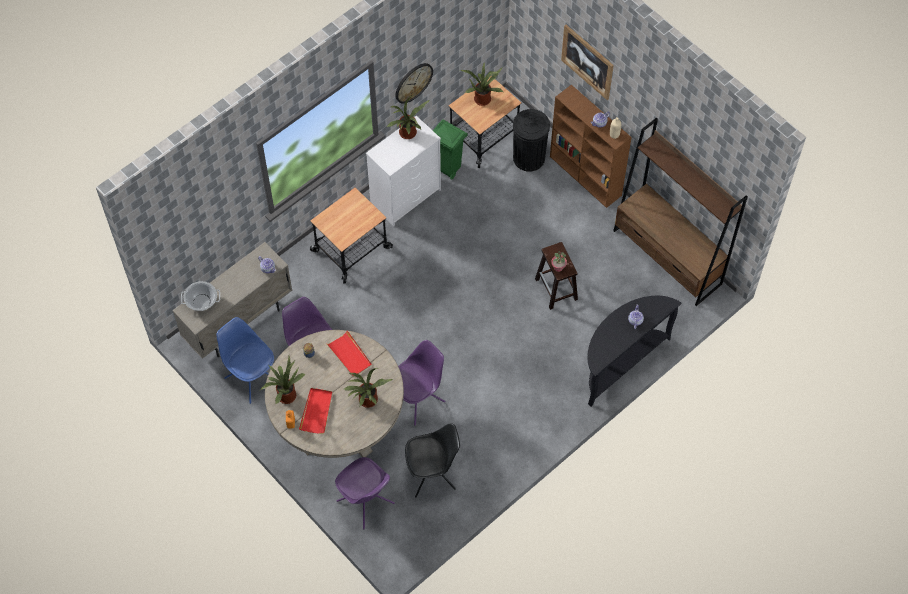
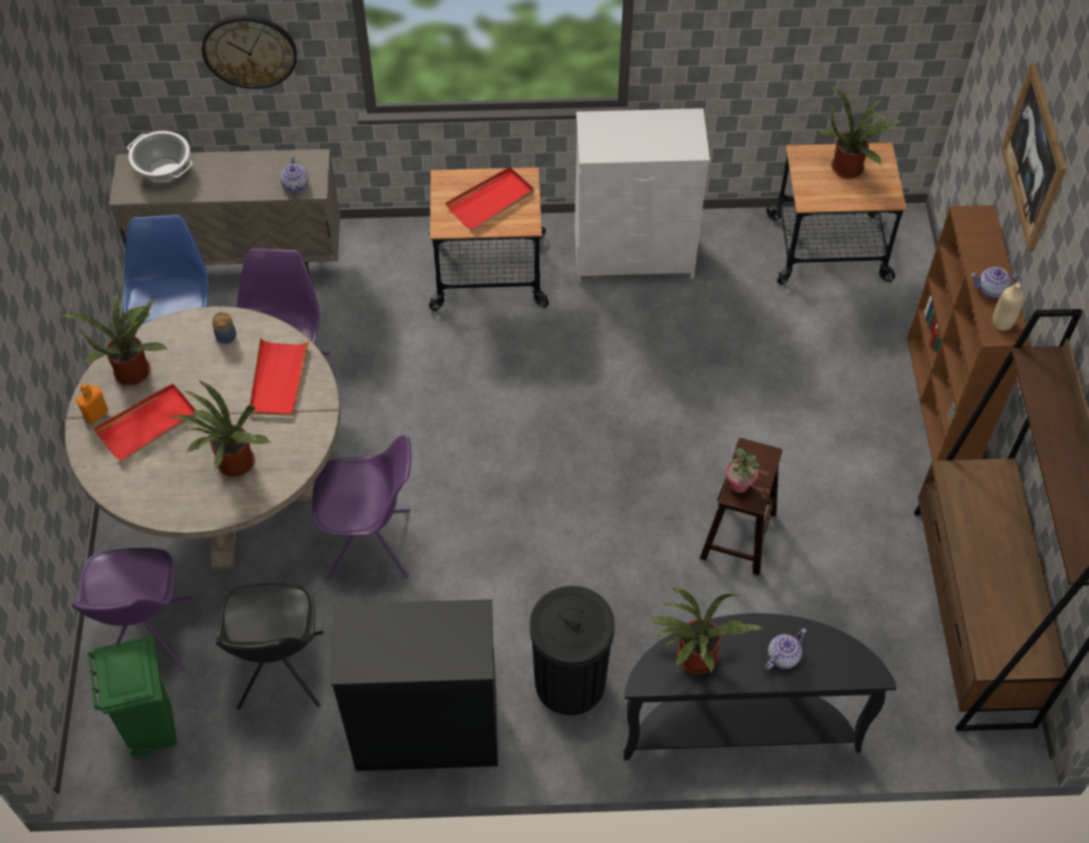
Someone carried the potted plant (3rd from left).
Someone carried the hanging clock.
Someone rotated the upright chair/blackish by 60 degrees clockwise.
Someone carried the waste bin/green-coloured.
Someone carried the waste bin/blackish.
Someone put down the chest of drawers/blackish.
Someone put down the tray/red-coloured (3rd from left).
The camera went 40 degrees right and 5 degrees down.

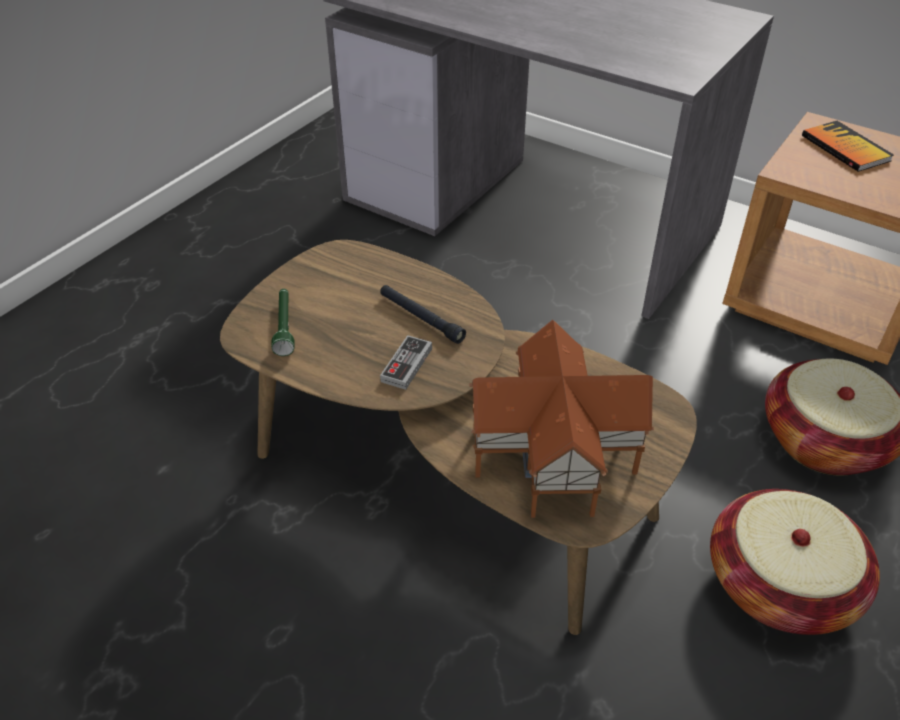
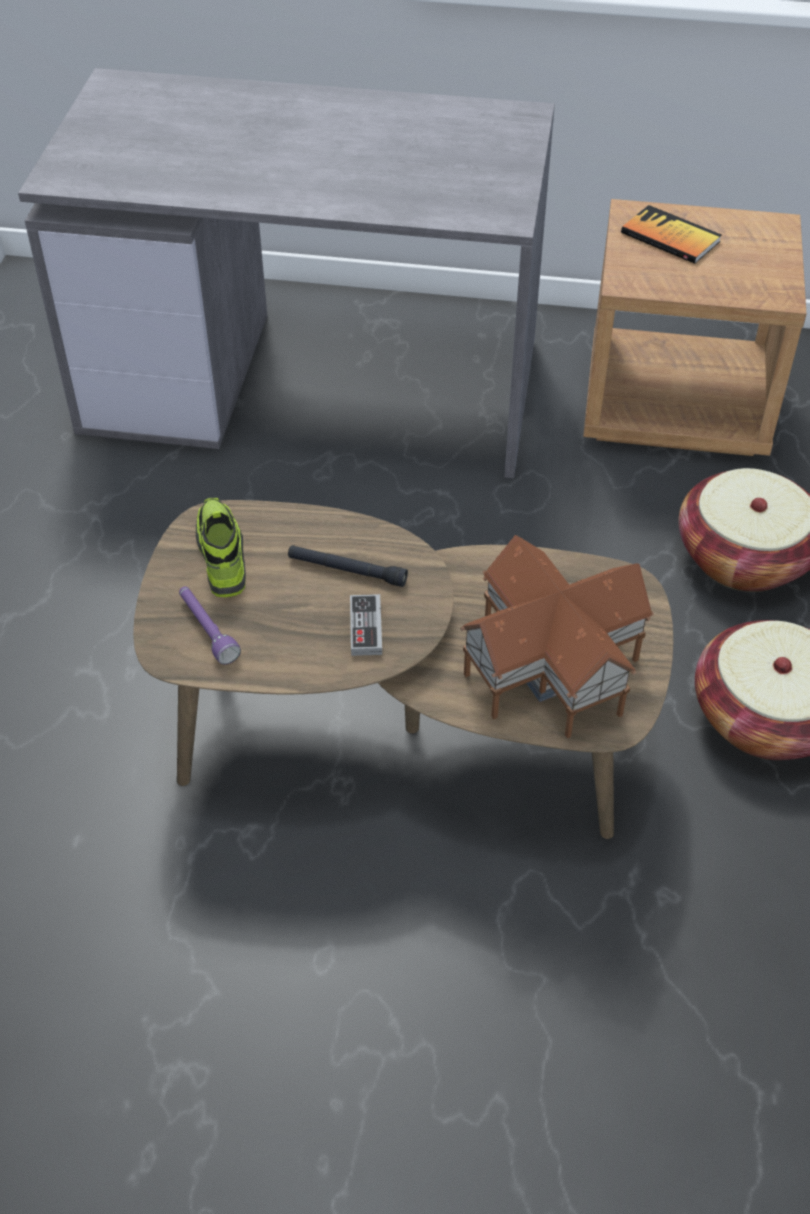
Someone repainted the flashlight/green-coloured, which became the flashlight/purplish.
Someone put down the item of footwear.
The camera went 25 degrees left and 5 degrees up.

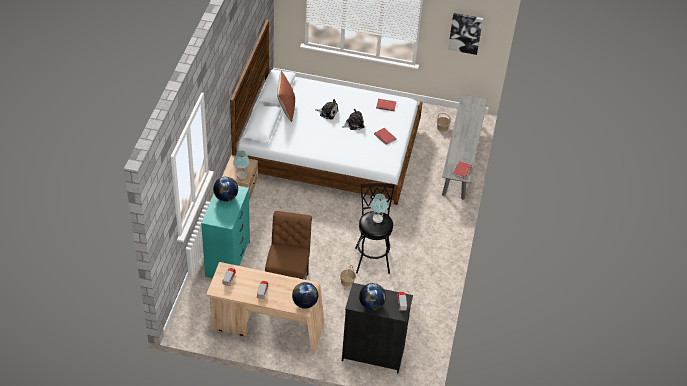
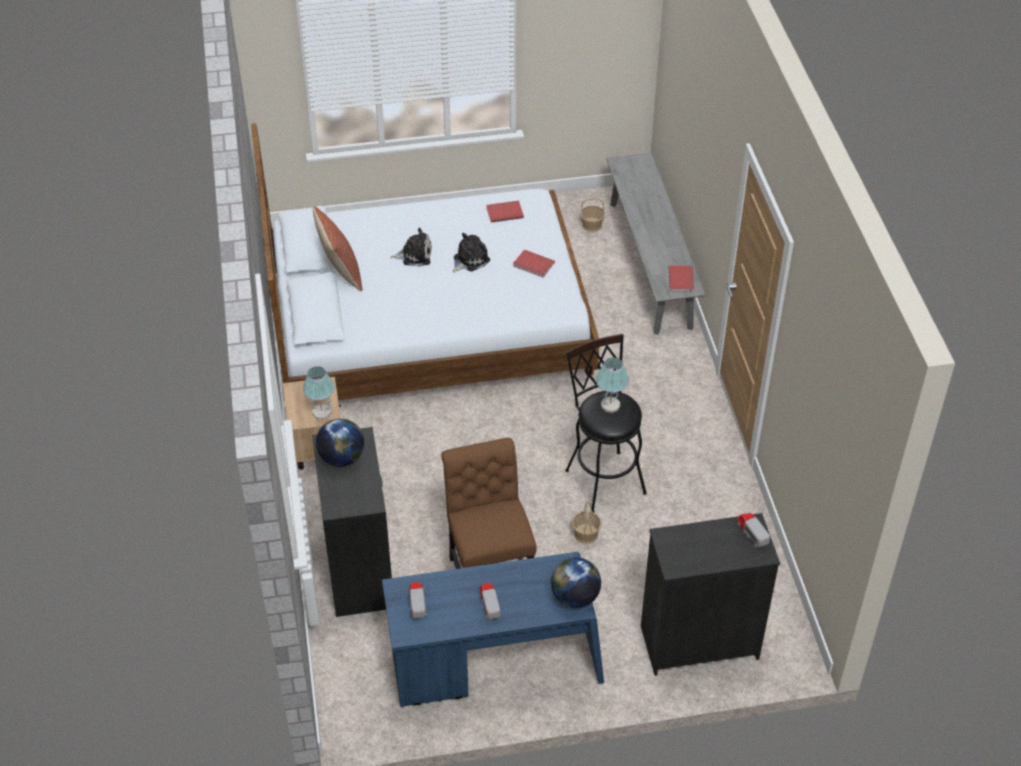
Someone repainted the chest of drawers/blue-green, which became the chest of drawers/blackish (1st from left).
Someone repainted the desk unit/beige-coloured, which became the desk unit/blue-coloured.
Someone took away the world globe (3rd from left).
Someone took away the picture.
The camera went 20 degrees left and 0 degrees up.

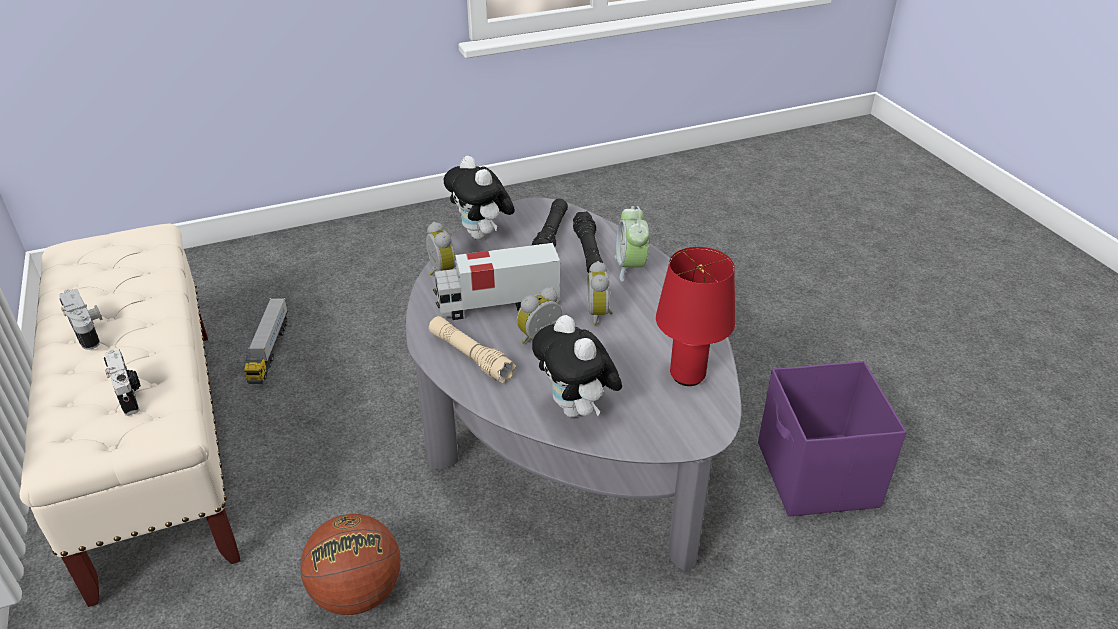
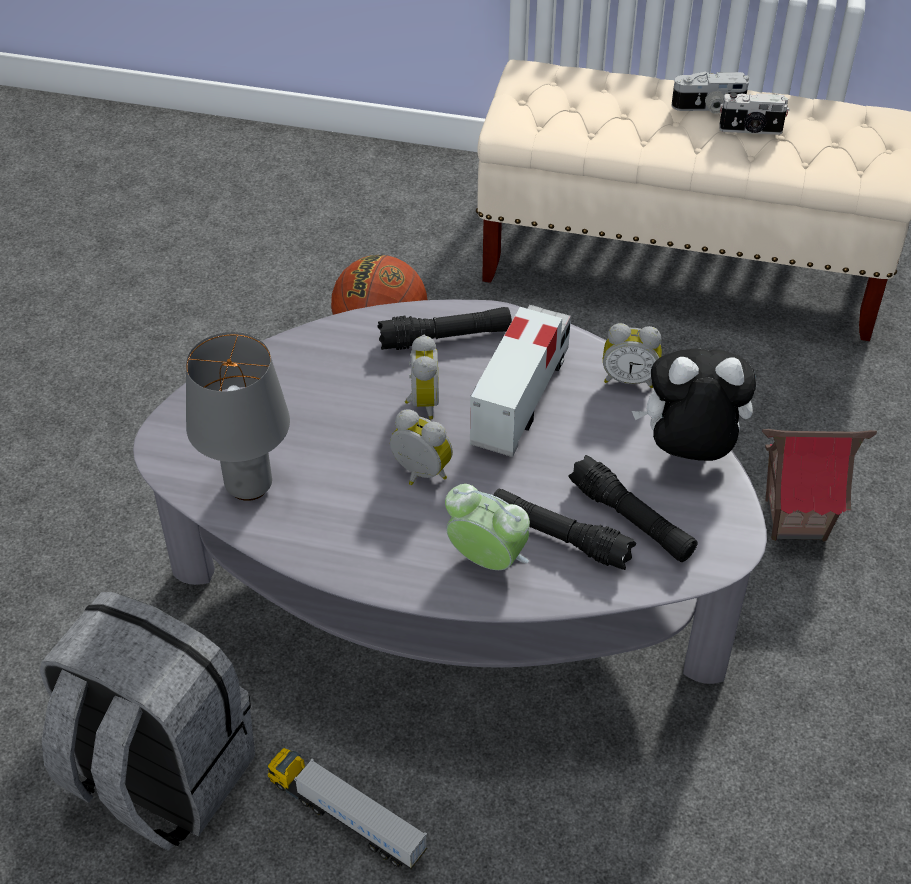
Someone carried the photo camera (2nd from left).
Someone carried the toy truck (1st from left).
Someone repainted the flashlight/beige-coloured, which became the flashlight/blackish (1st from left).
Someone took away the plush toy (2nd from left).
Someone repainted the tabletop lamp/red-coloured, which became the tabletop lamp/gray.
Someone swapped the storage container/purplish for the knapsack/gray.
Someone put down the miniature house.
The camera went 125 degrees right and 10 degrees up.

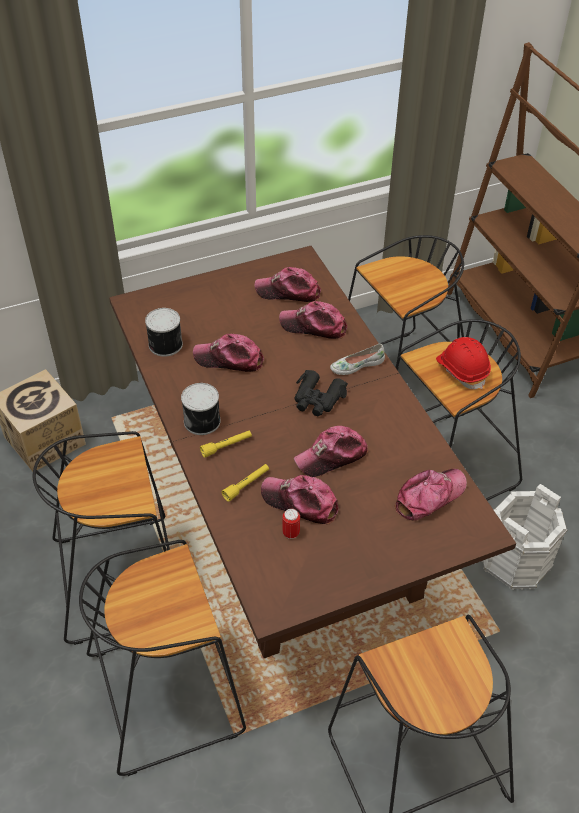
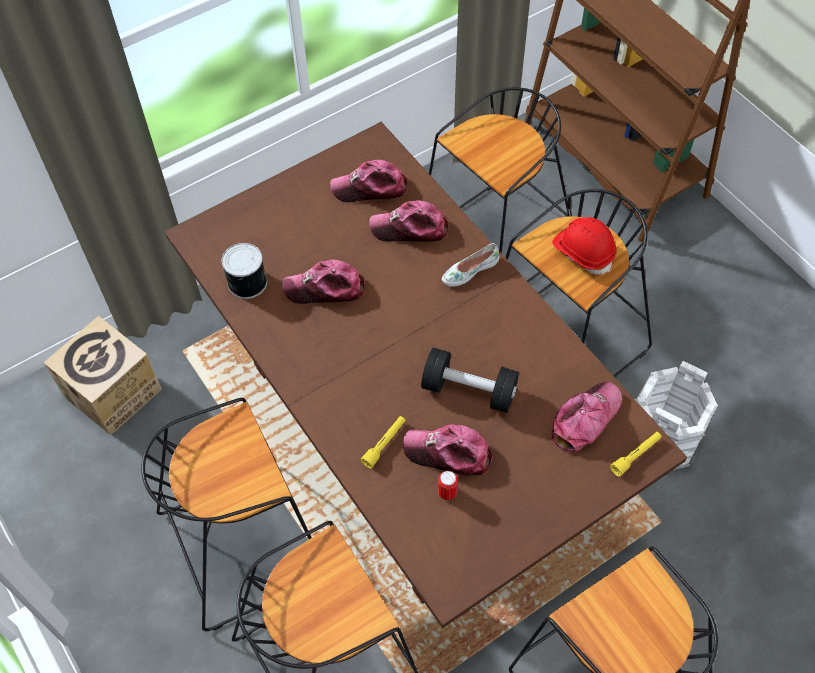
Someone took away the sealed can (2nd from left).
Someone carried the flashlight/yellowish (1st from left in the first image).
Someone took away the field glasses/blackish.
Someone swapped the baseball cap (5th from left) for the hand weight/blackish.
The camera went 10 degrees left and 10 degrees up.

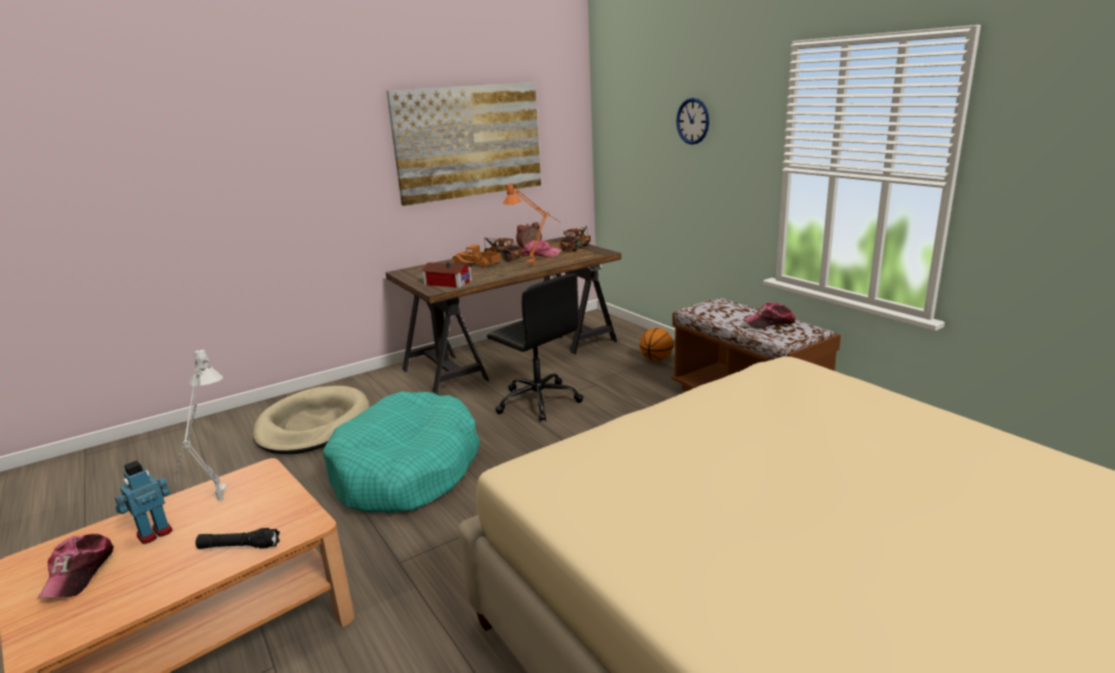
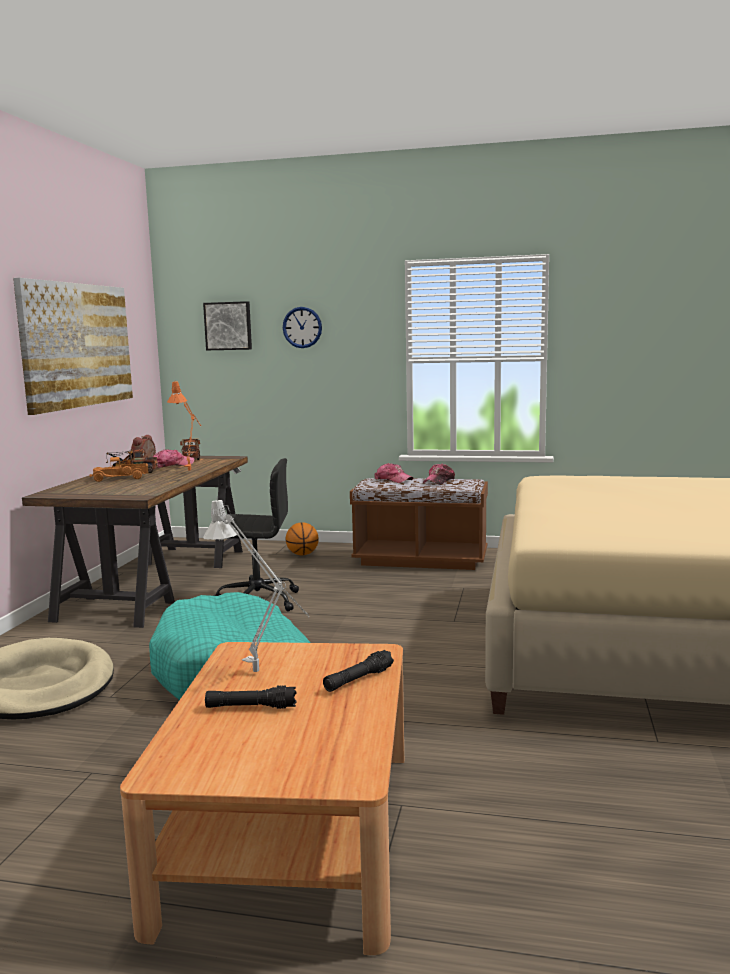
Someone carried the baseball cap (1st from left in the first image).
Someone swapped the toy robot for the flashlight/blackish (1st from left).
Someone took away the miniature house.
Someone put up the picture (2nd from left).
The camera went 45 degrees left and 10 degrees down.

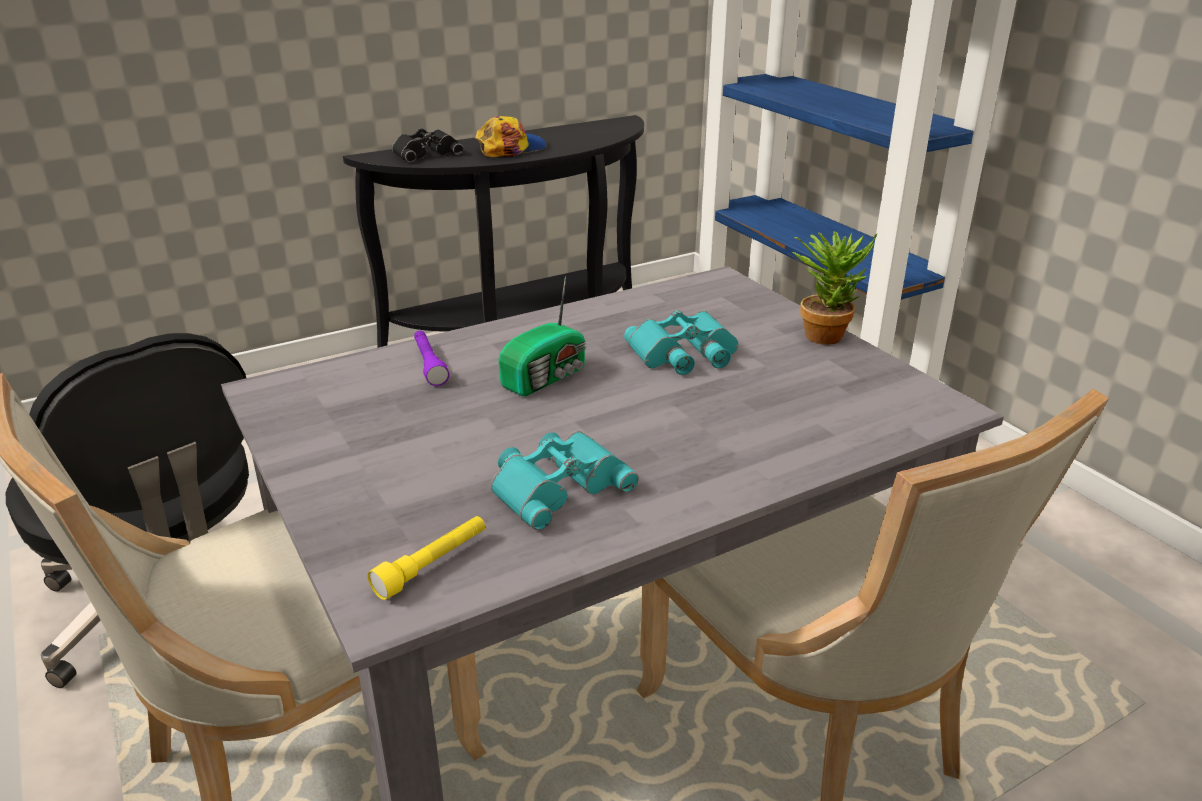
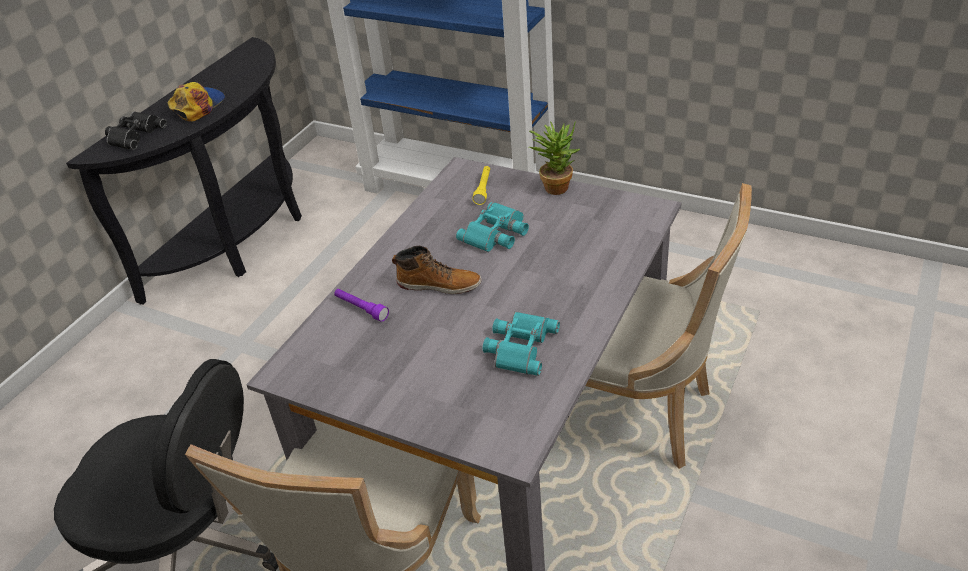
Someone carried the flashlight/yellowish.
Someone swapped the radio set for the boot.
The camera went 30 degrees left and 10 degrees up.

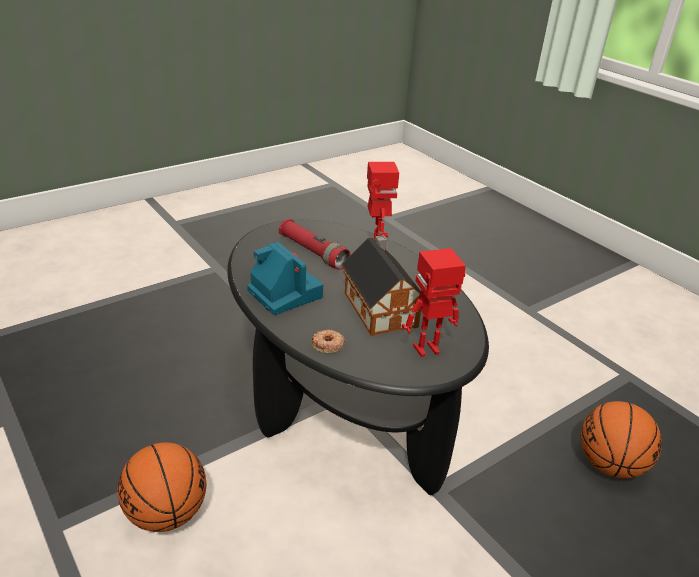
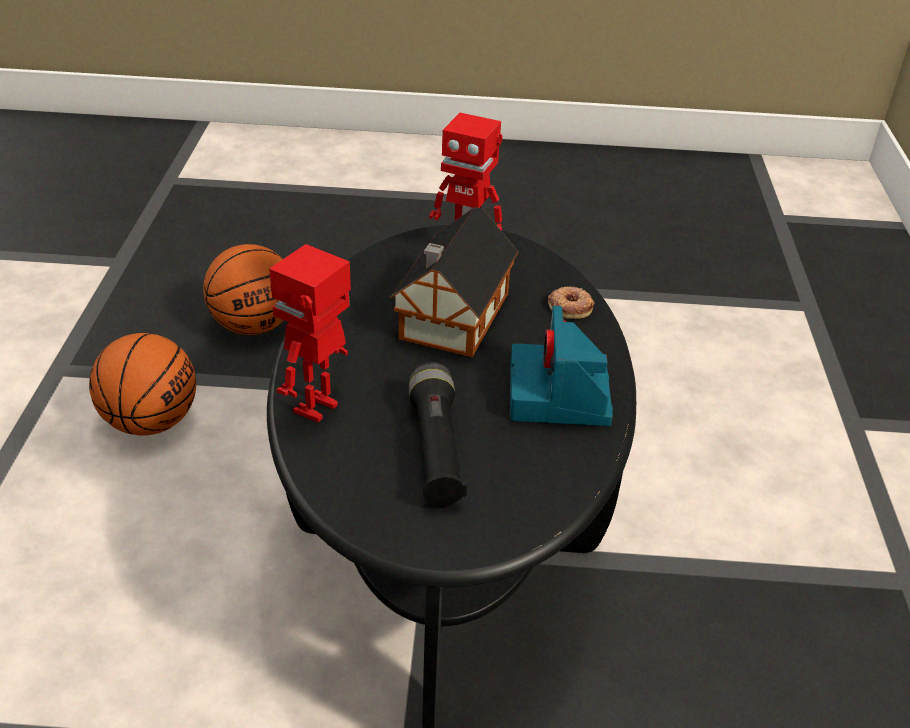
Someone carried the basketball (1st from left).
Someone repainted the flashlight/red-coloured, which became the flashlight/blackish.
The camera went 140 degrees left and 5 degrees up.

